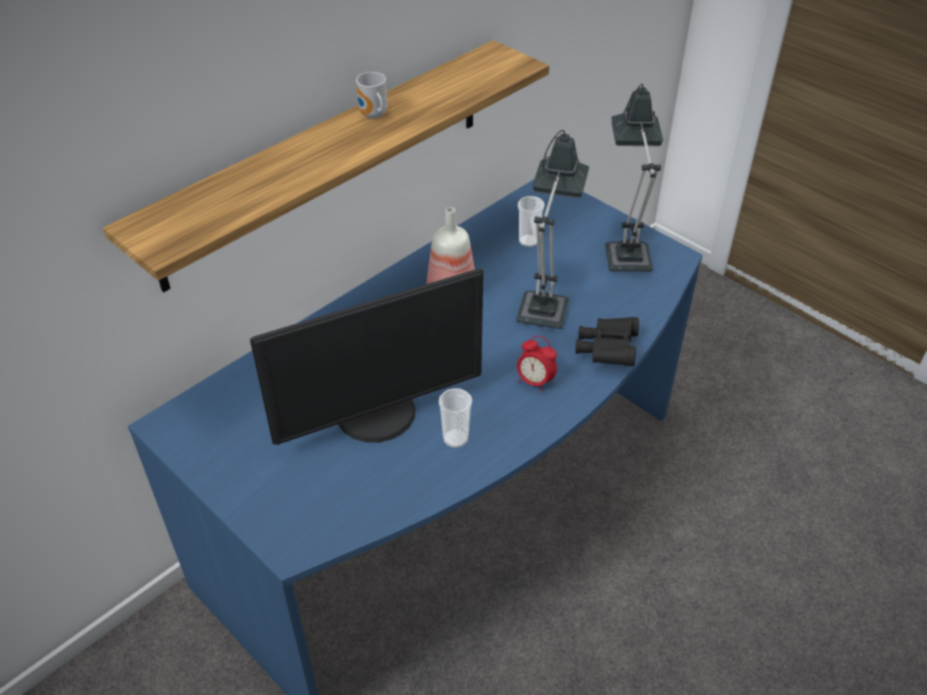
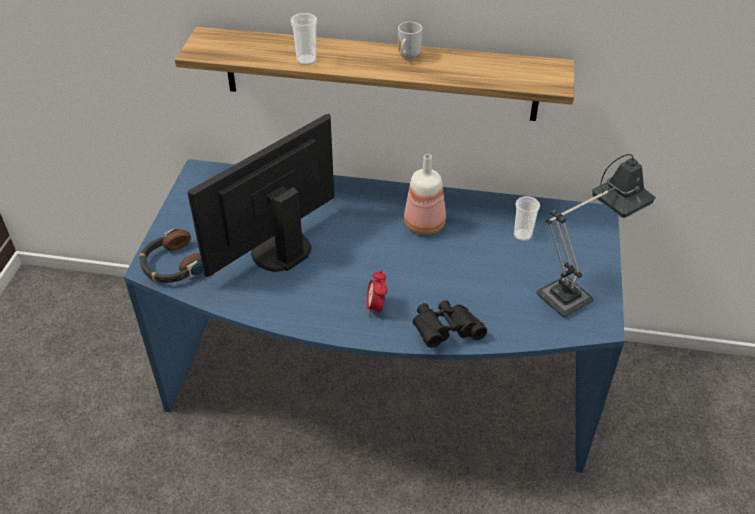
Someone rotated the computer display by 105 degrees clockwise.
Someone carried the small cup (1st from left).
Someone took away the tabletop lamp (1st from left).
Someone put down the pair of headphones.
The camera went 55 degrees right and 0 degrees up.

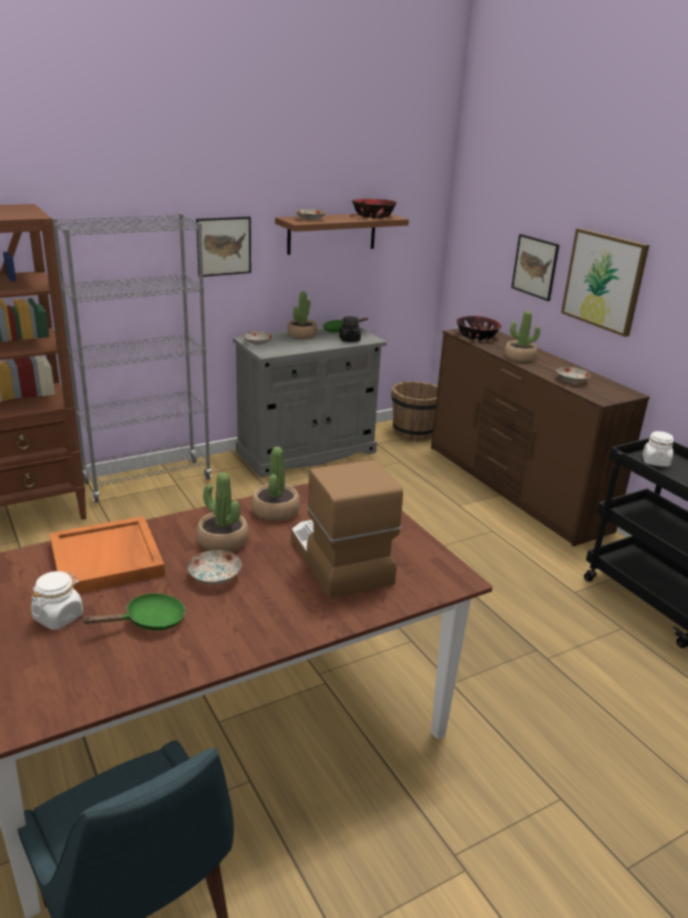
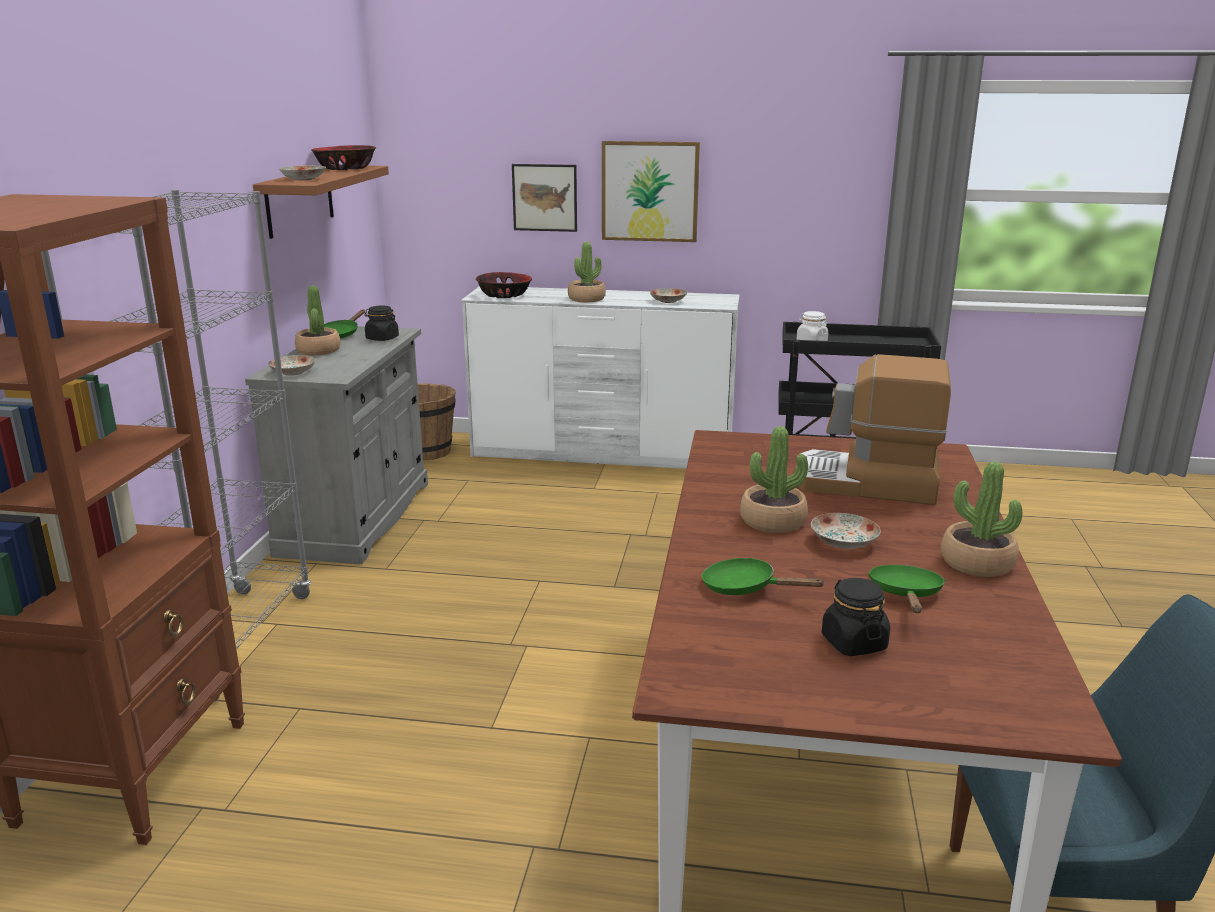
Someone repainted the preserve jar/white (1st from left), which became the preserve jar/blackish (2nd from left).
Someone swapped the tray/orange for the pan/green-coloured (2nd from left).
Someone took away the picture (1st from left).
Someone carried the potted plant (2nd from left in the first image).
Someone repainted the chest of drawers/brownish, which became the chest of drawers/white.
The camera went 50 degrees left and 5 degrees down.

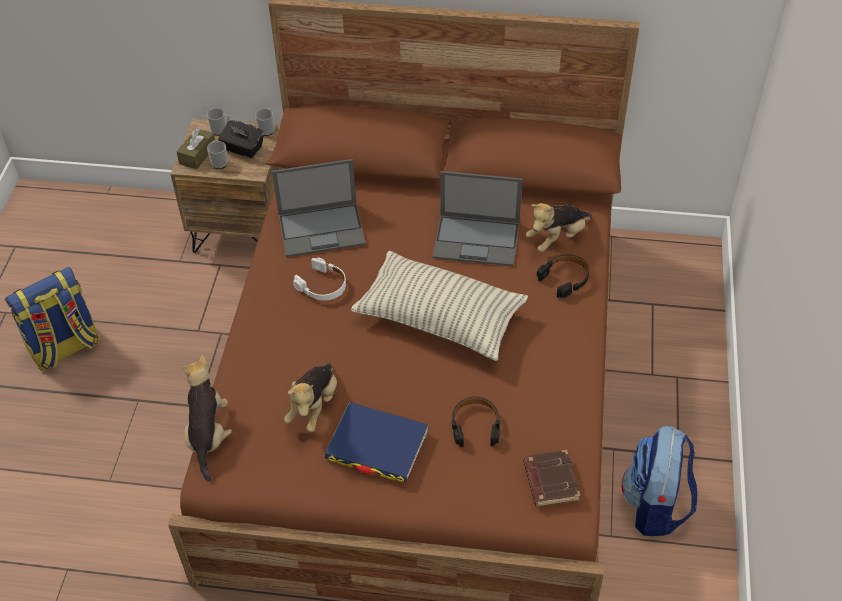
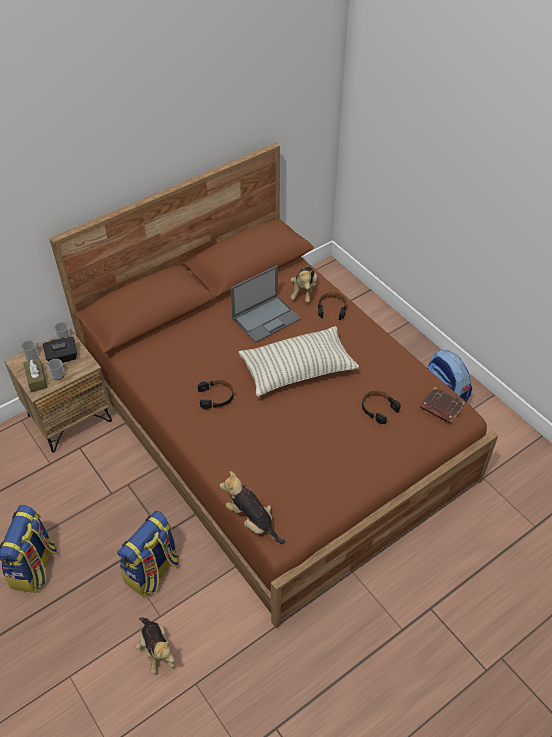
Someone took away the notebook computer (1st from left).
Someone carried the plush toy (2nd from left in the first image).
Someone repainted the pair of headphones/white, which became the pair of headphones/blackish (1st from left).
Someone took away the volume/blue-coloured.
Someone put down the knapsack (2nd from left).
The camera went 45 degrees left and 0 degrees up.

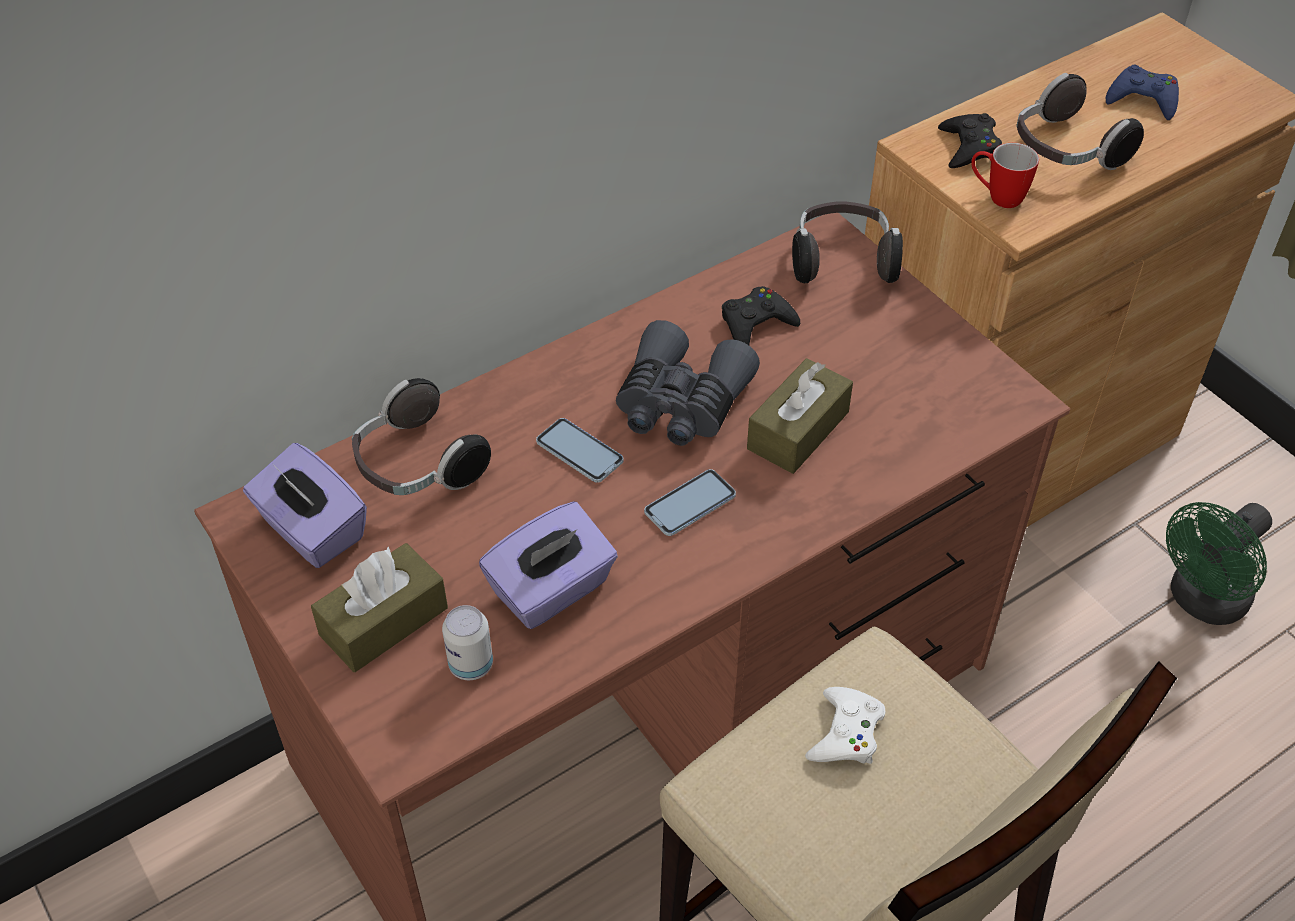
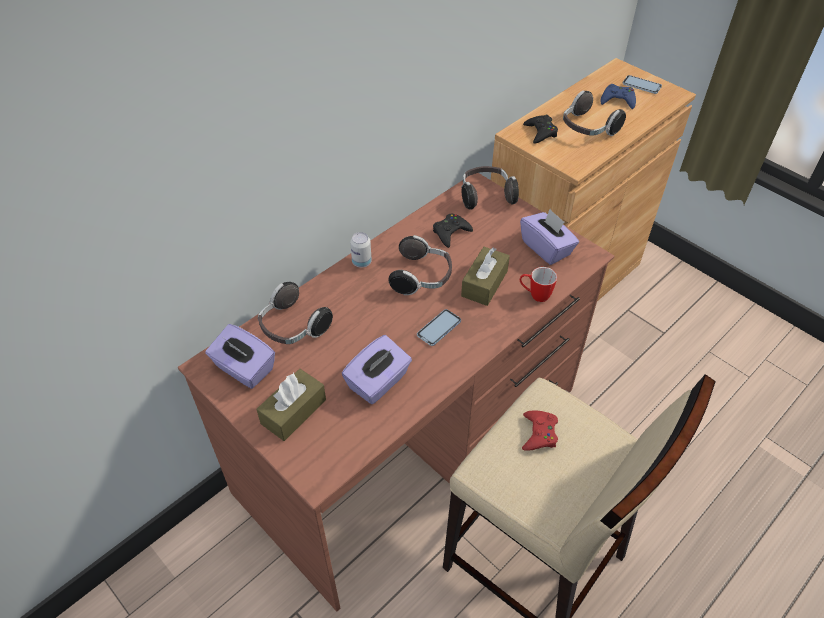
Someone carried the sealed can.
Someone carried the handset (1st from left in the first image).
Someone swapped the field glasses/gray for the pair of headphones (2nd from left).
Someone repainted the joypad/white, which became the joypad/red-coloured.
Someone carried the tea mug.
Someone took away the electric fan/green-coloured.
Someone put down the tissue box/purplish (3rd from left).
The camera went 10 degrees left and 0 degrees up.

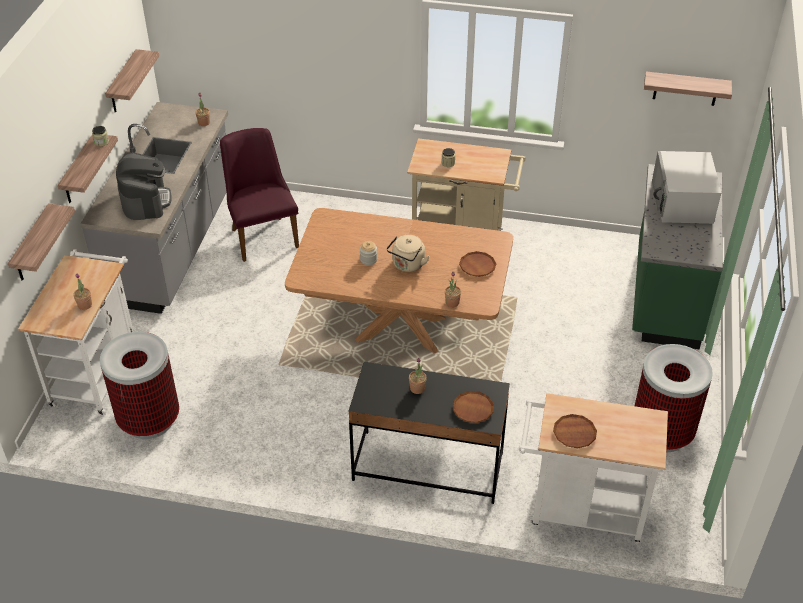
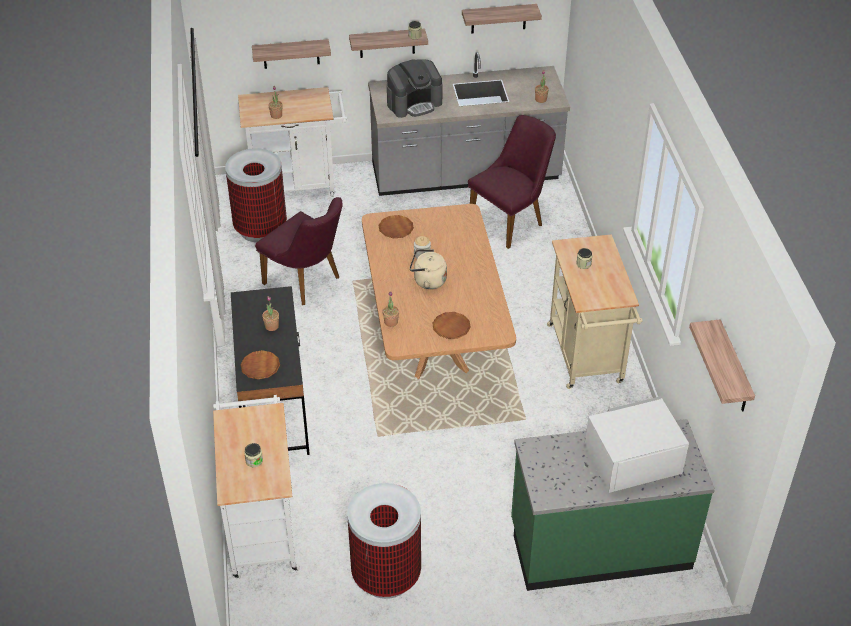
Someone carried the dinner plate/brownish (3rd from left in the first image).
Someone put down the preserve jar (1st from left).
Someone put down the upright chair/purplish (1st from left).
The camera went 70 degrees right and 0 degrees up.

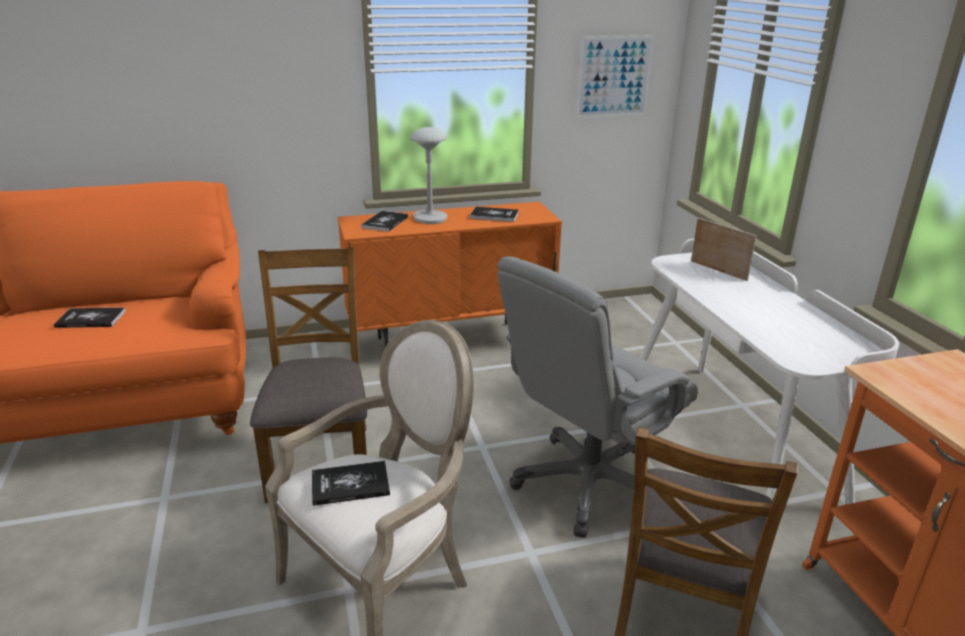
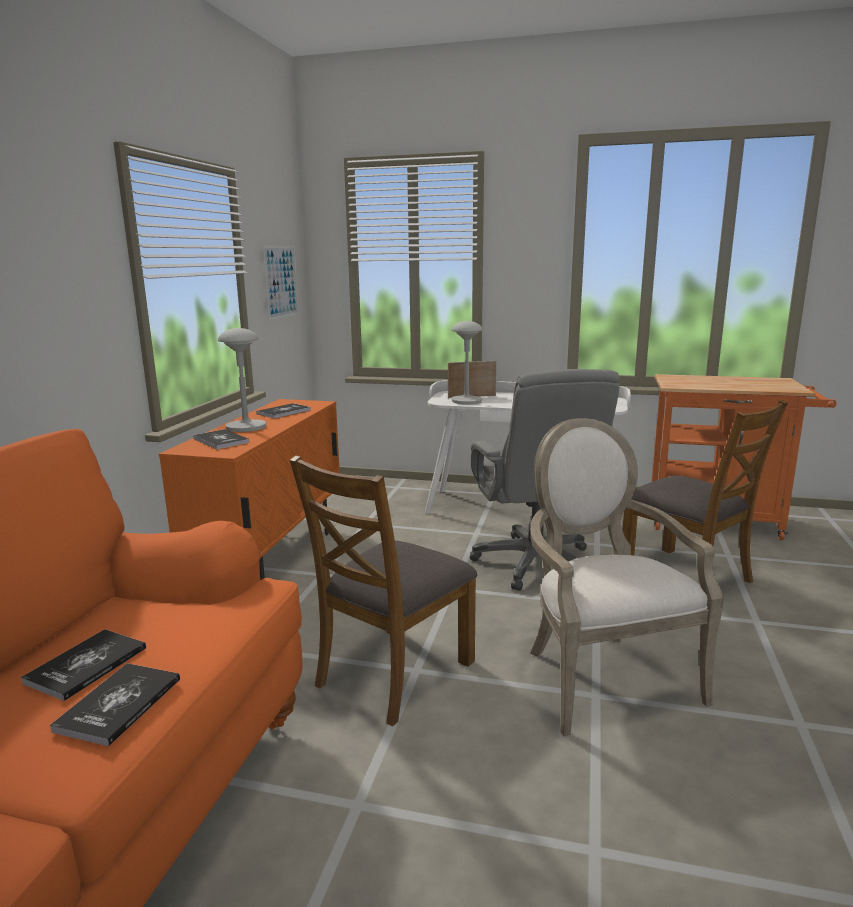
Someone rotated the upright chair/brownish (1st from left) by 75 degrees counterclockwise.
Someone carried the volume (2nd from left).
Someone put down the tabletop lamp/gray (2nd from left).
The camera went 60 degrees left and 10 degrees down.

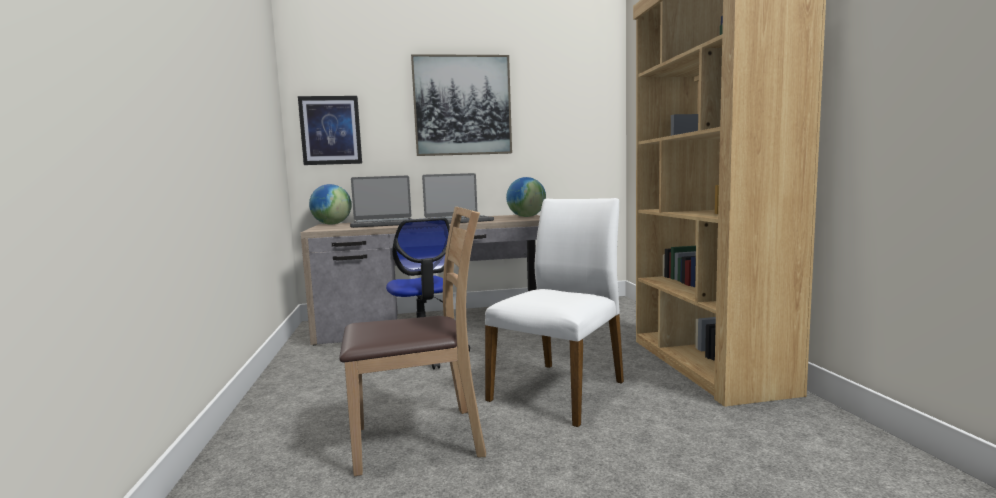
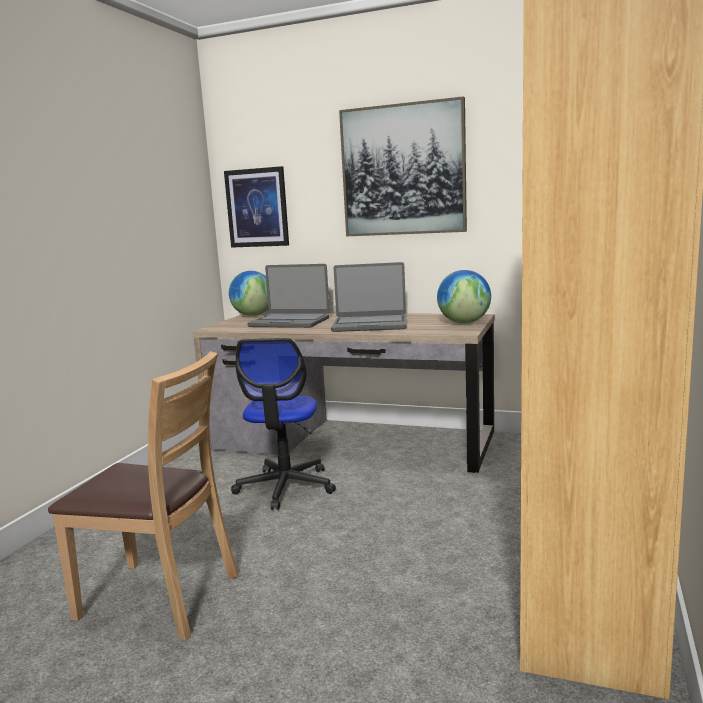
Someone took away the upright chair/white.
The camera went 30 degrees right and 5 degrees up.

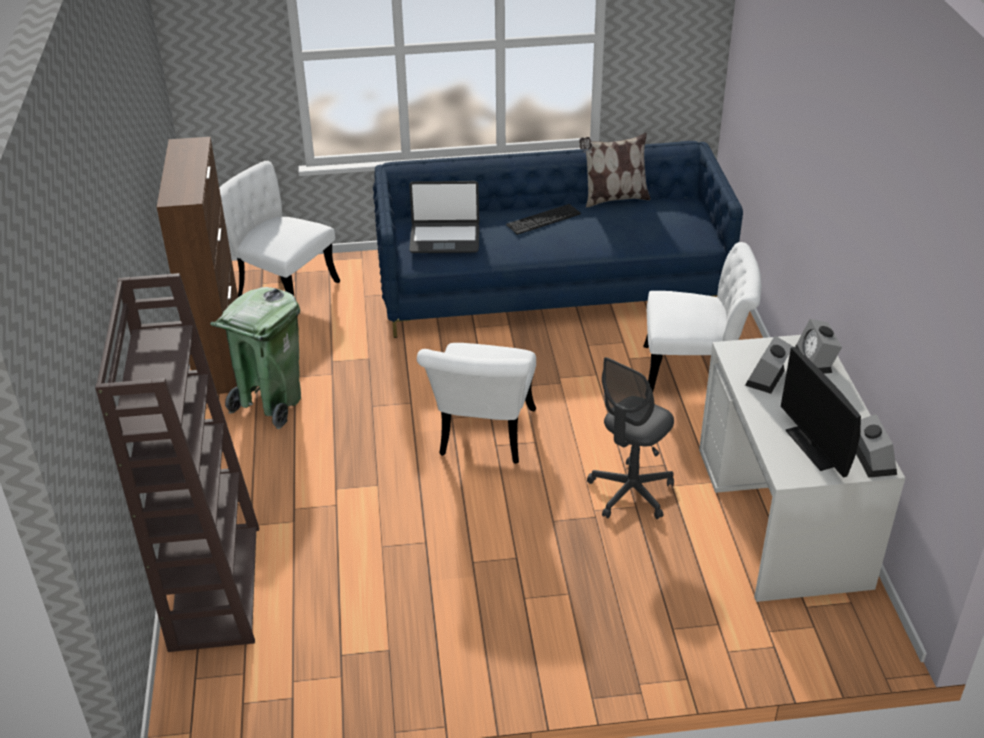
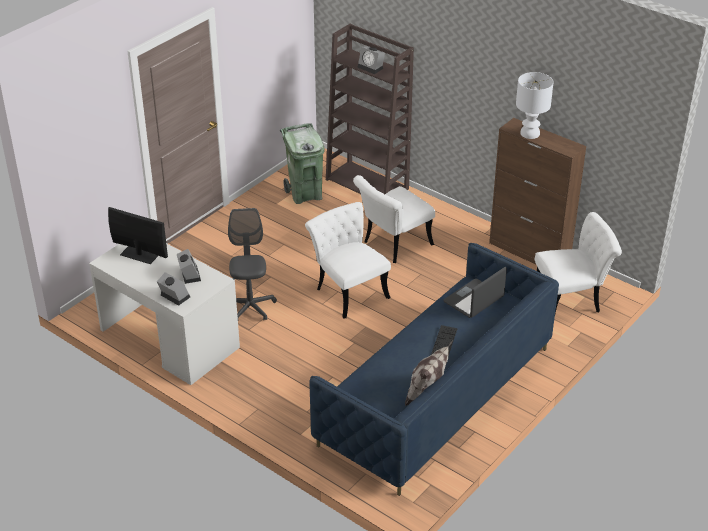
Someone carried the waste bin/green-coloured.
Someone carried the upright chair/white (3rd from left in the first image).
Someone carried the bedside clock (3rd from left).
Someone put down the tabletop lamp/white.
The camera went 135 degrees right and 0 degrees up.

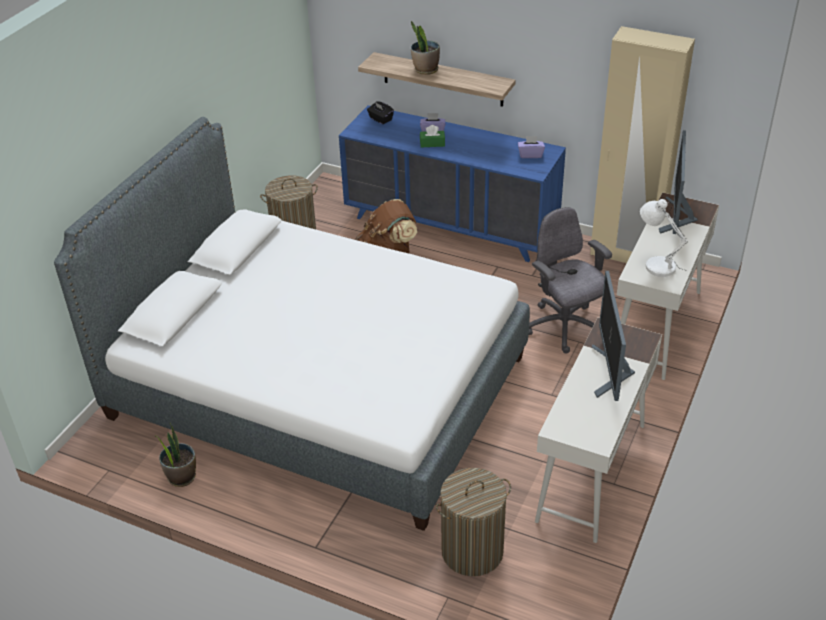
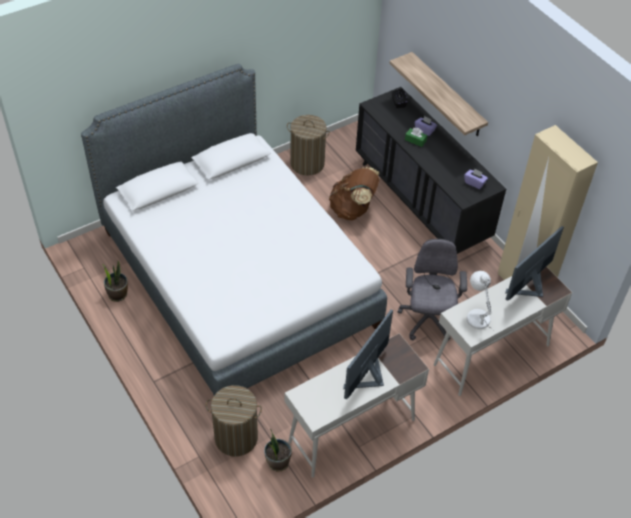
Someone repainted the chest of drawers/blue-coloured, which became the chest of drawers/blackish.
Someone carried the potted plant (2nd from left).
The camera went 30 degrees right and 10 degrees up.

